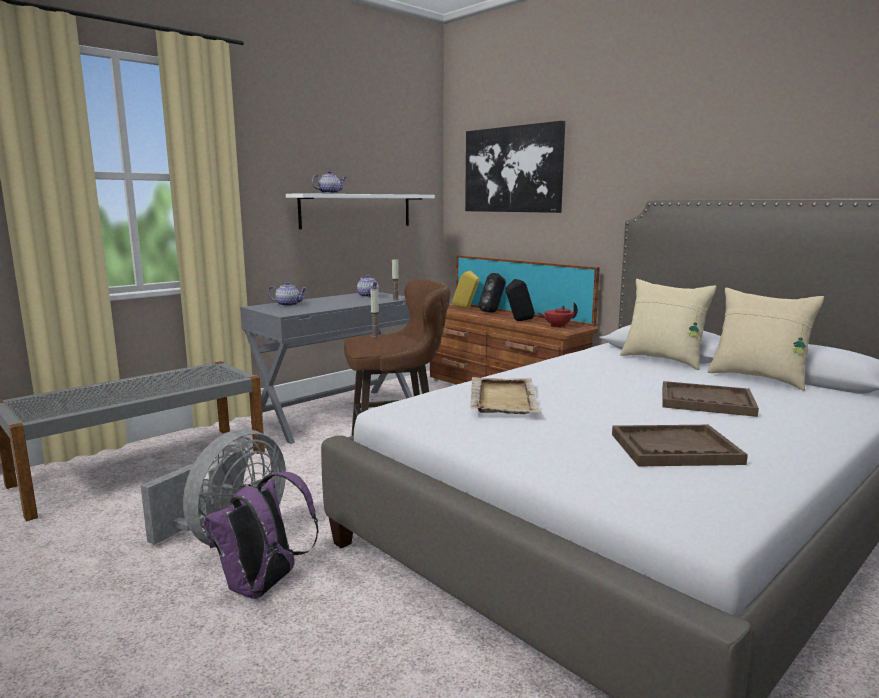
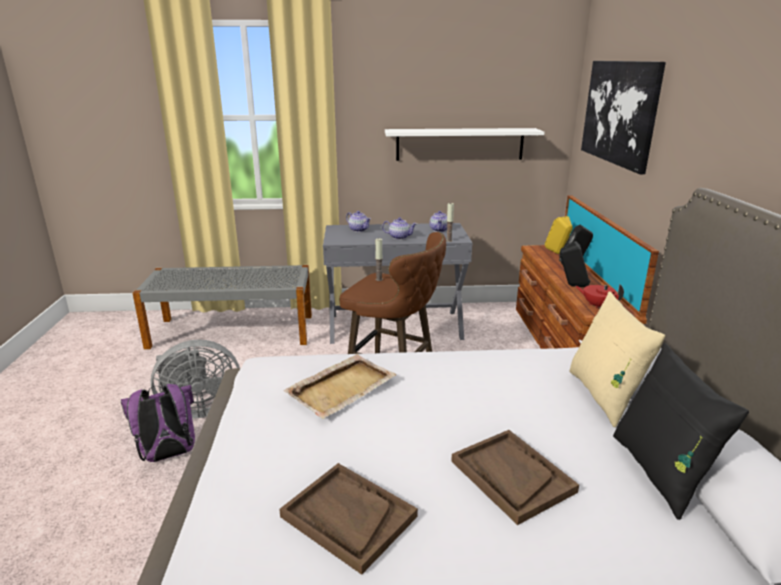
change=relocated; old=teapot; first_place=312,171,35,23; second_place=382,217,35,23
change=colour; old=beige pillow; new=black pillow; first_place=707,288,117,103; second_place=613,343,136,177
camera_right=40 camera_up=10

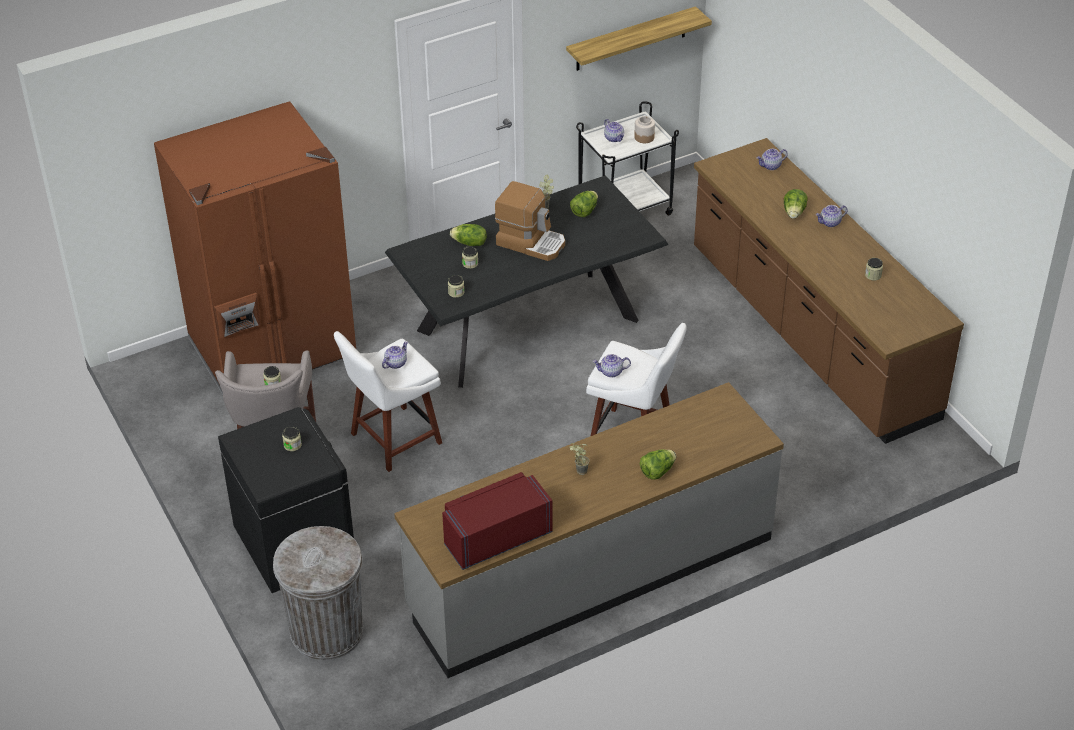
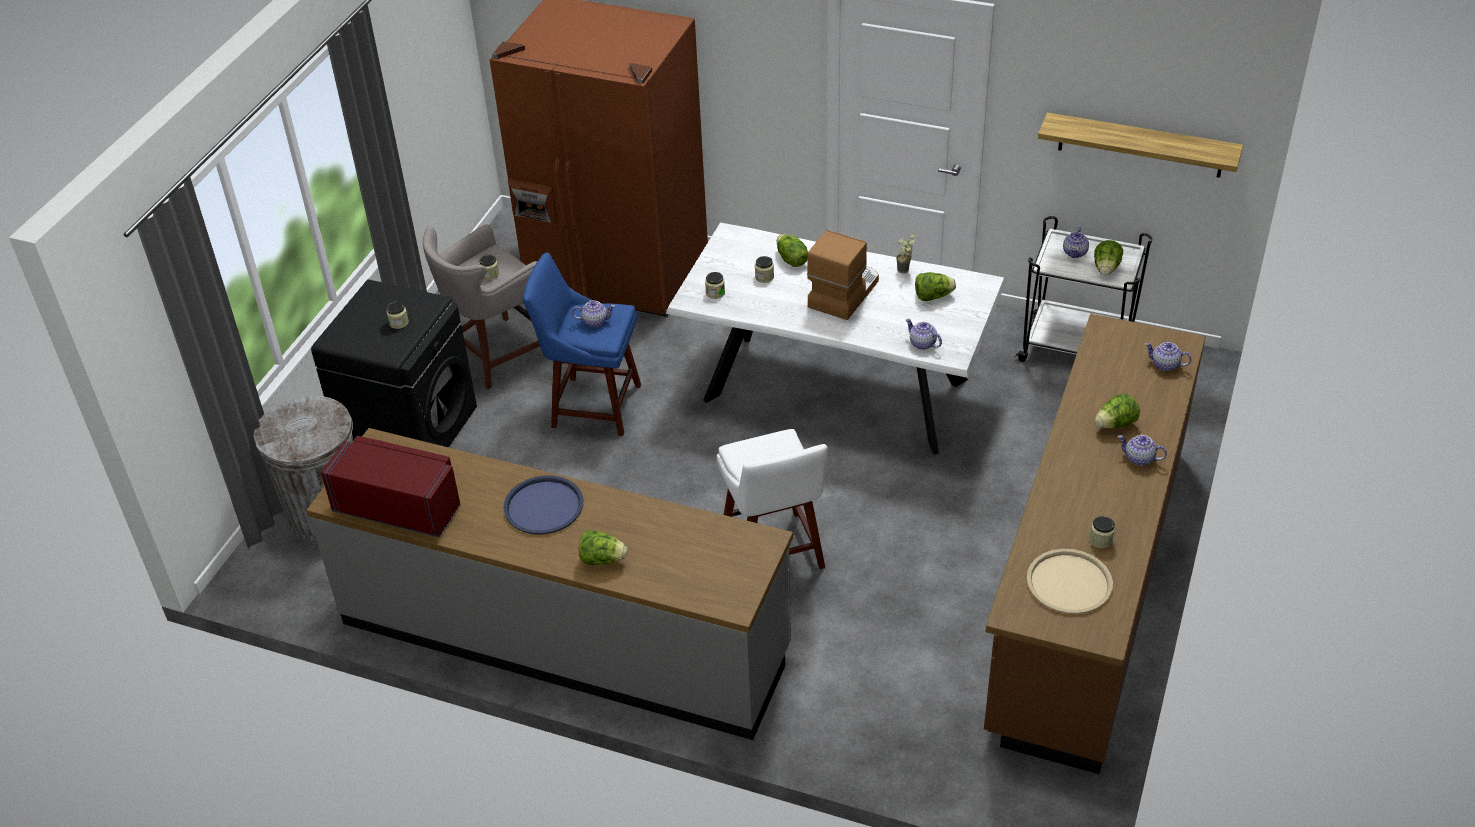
change=appeared; new=beige tray; second_place=1027,549,86,65
change=relocated; old=teapot; first_place=593,354,38,24; second_place=906,319,36,31
change=exchanged; old=potted plant; new=blue tray; first_place=570,443,19,32; second_place=503,475,80,60
change=exchanged; old=jar; new=lettuce; first_place=634,116,21,27; second_place=1094,240,29,35
change=colour; old=white stool; new=blue stool; first_place=334,331,108,141; second_place=523,252,118,184
change=colour; old=black dining table; new=white dining table; first_place=385,175,283,213; second_place=665,223,341,232
change=spun; old=coffee machine; first_place=495,181,70,80; second_place=807,230,72,90; degrees=-135
camera_right=50 camera_up=0

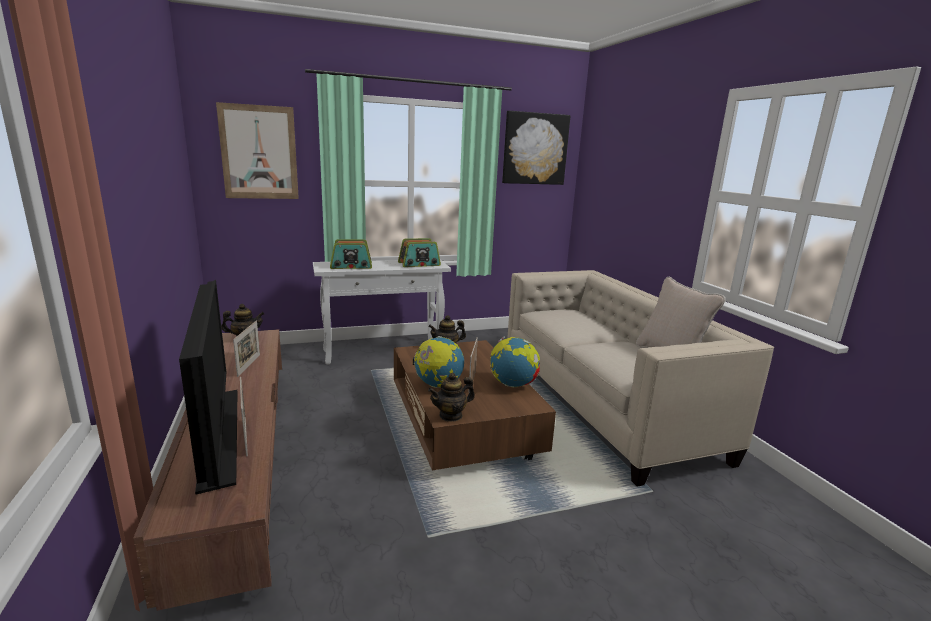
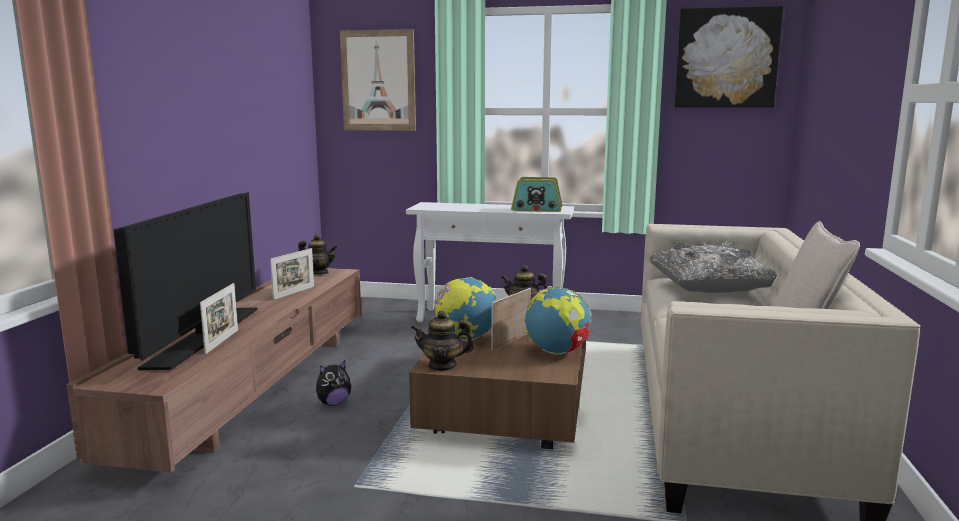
change=missing; old=radio; first_place=330,239,42,30
change=appeared; new=plush toy; second_place=316,361,35,45
change=appeared; new=grey pillow; second_place=649,240,128,53
camera_right=30 camera_up=-5

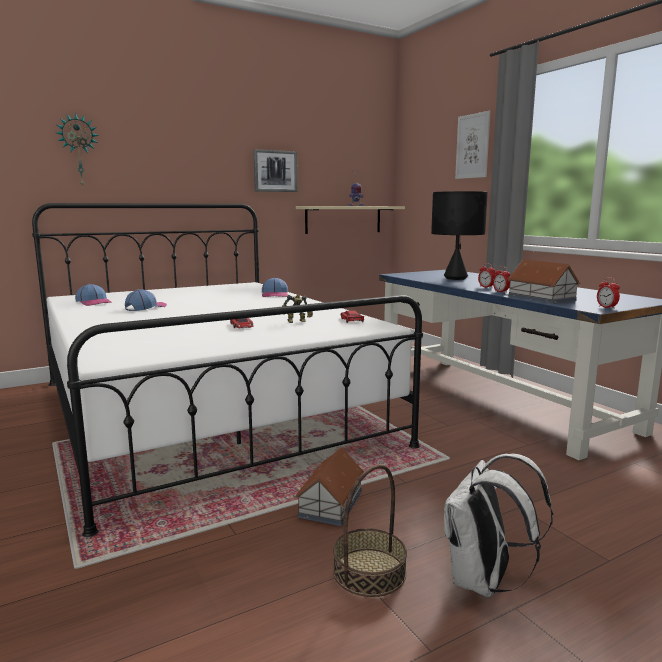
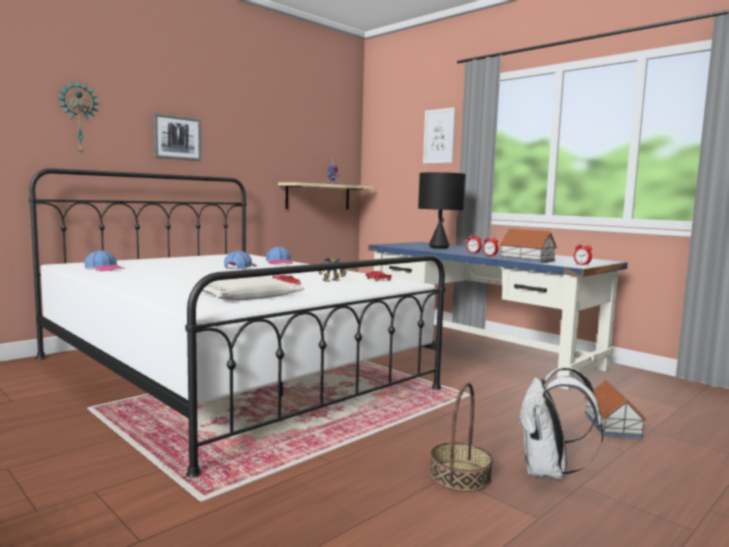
change=appeared; new=white pillow; second_place=192,277,112,24
change=relocated; old=cap; first_place=125,289,42,22; second_place=224,250,33,19
change=relocated; old=picture; first_place=253,149,44,43; second_place=153,113,48,48
change=relocated; old=toy house; first_place=295,447,69,79; second_place=584,380,63,59
camera_right=-15 camera_up=-5

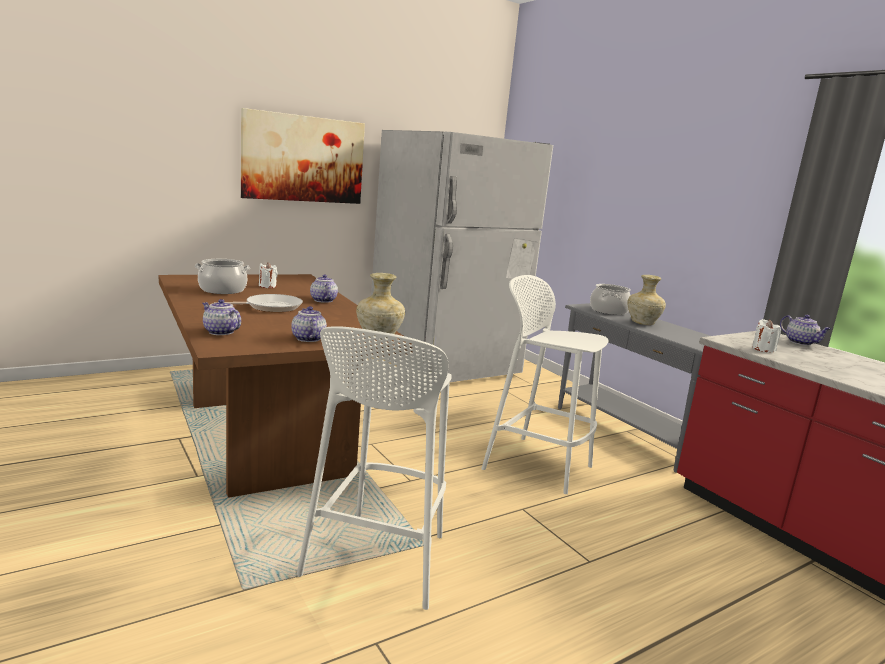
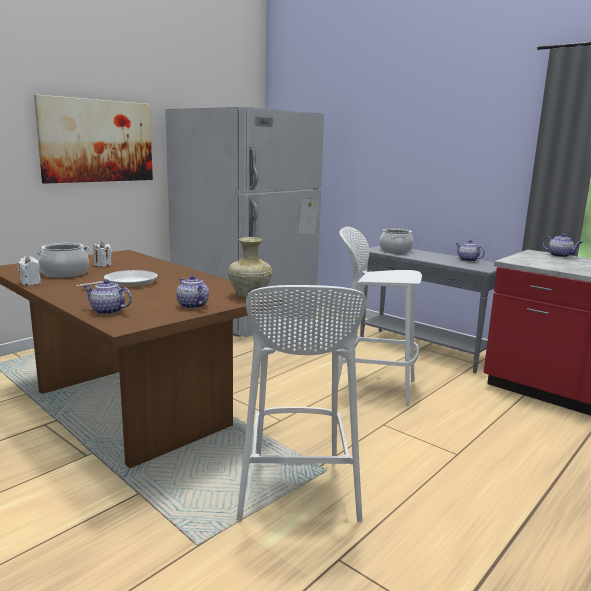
change=missing; old=beige vase; first_place=627,275,39,50
change=relocated; old=teapot; first_place=310,274,28,29; second_place=455,240,30,22
change=relocated; old=white candle; first_place=752,319,29,34; second_place=17,256,24,30
camera_right=-15 camera_up=0

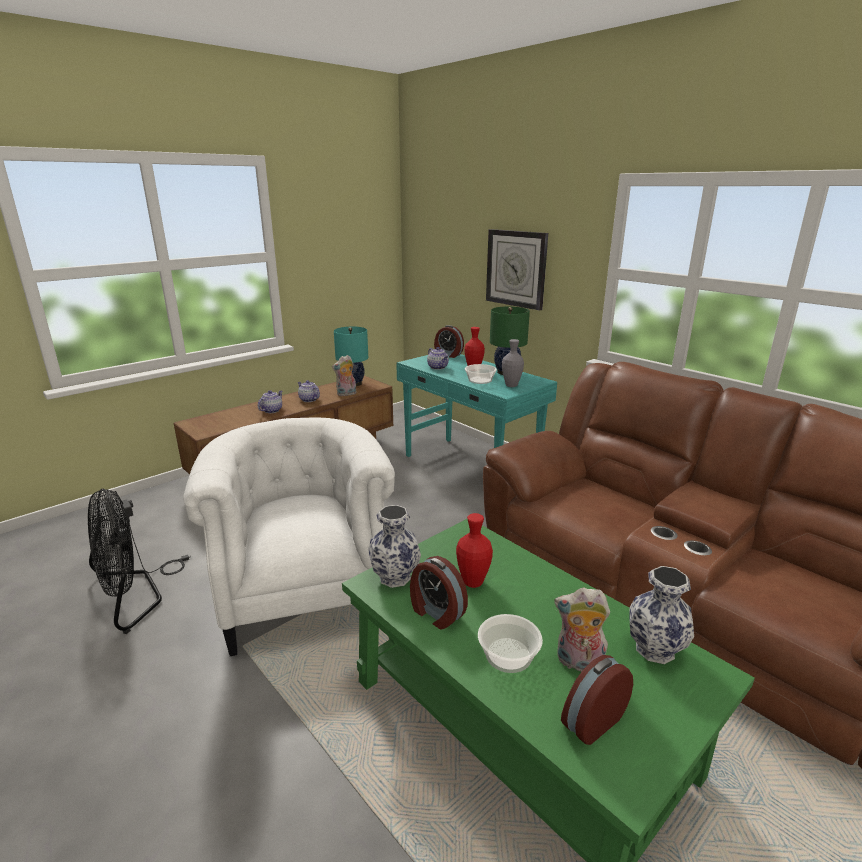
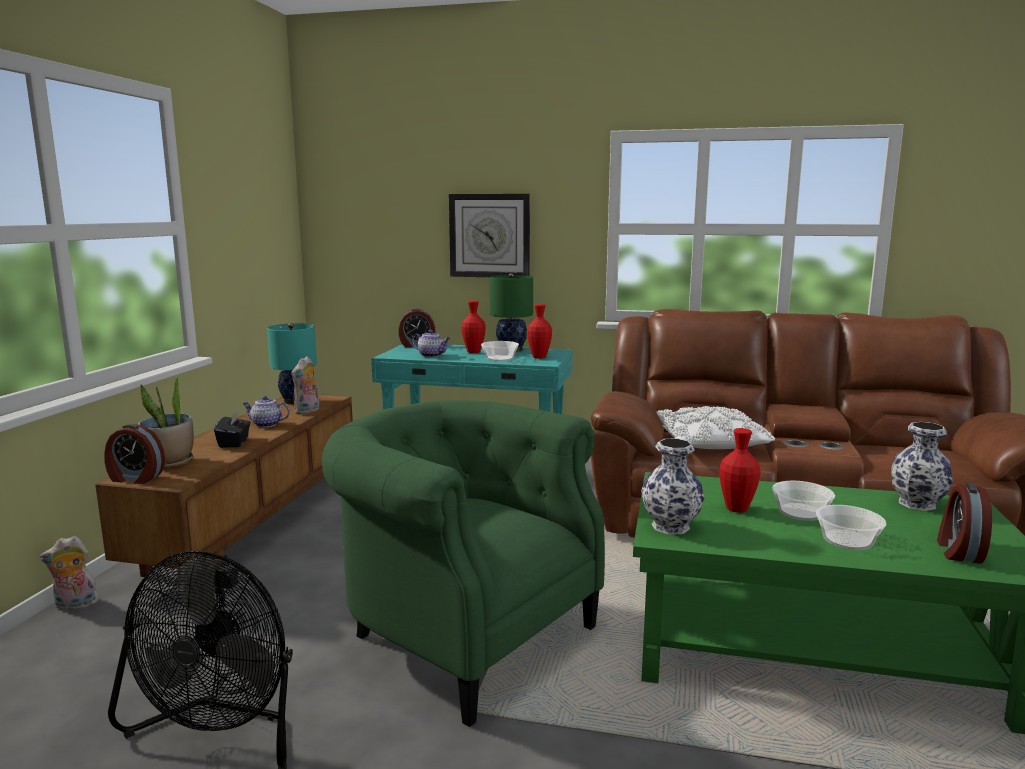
change=appeared; new=potted plant; second_place=138,375,56,93
change=appeared; new=white pillow; second_place=656,406,119,43
change=appeared; new=bowl; second_place=772,481,63,40
change=relocated; old=alarm clock; first_place=410,556,58,74; second_place=104,424,61,60
change=relocated; old=plush toy; first_place=554,588,56,84; second_place=40,536,59,75
change=exchanged; old=teapot; new=black tissue box; first_place=258,390,25,23; second_place=214,410,37,38
change=colour; old=white armchair; new=green armchair; first_place=183,418,212,238; second_place=322,400,283,327
change=colour; old=grey vase; new=red vase; first_place=502,339,22,48; second_place=527,304,25,55
camera_right=-35 camera_up=-10

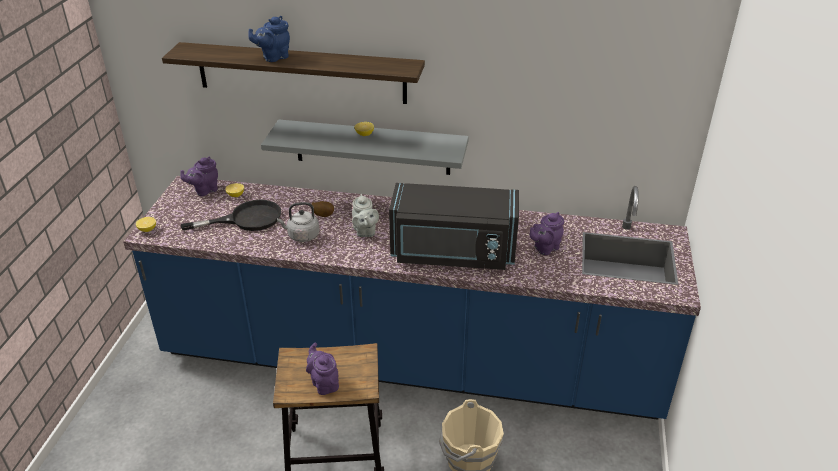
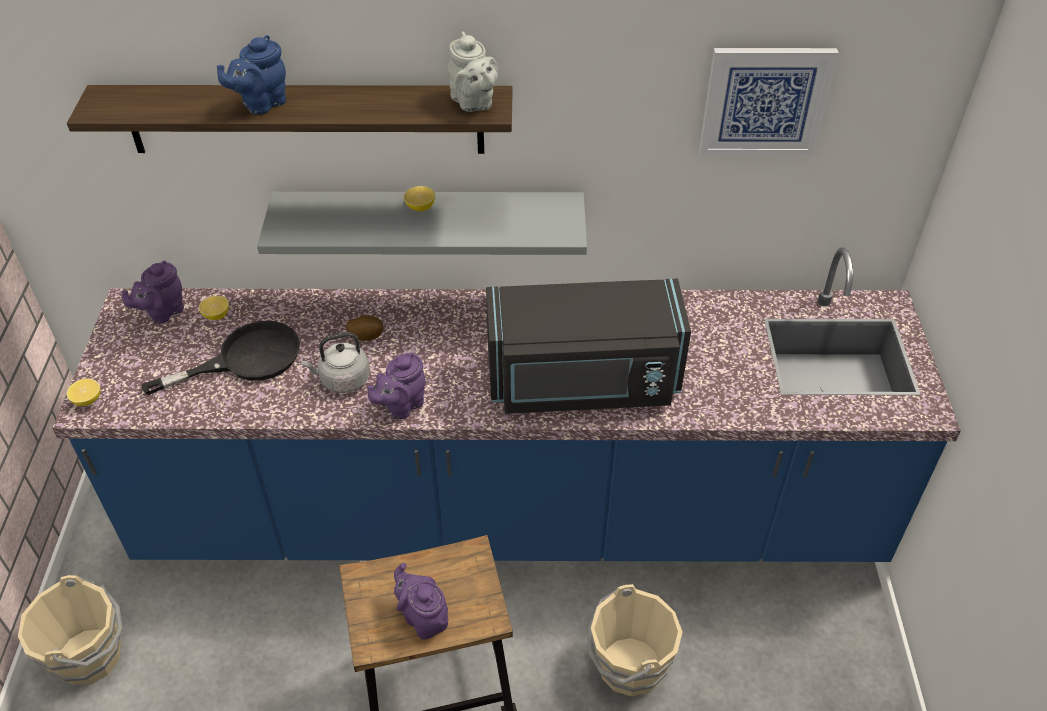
change=appeared; new=beige bucket; second_place=18,575,105,110
change=appeared; new=picture; second_place=699,48,140,108
change=relocated; old=grey teapot; first_place=352,194,27,43; second_place=448,32,50,80
change=relocated; old=purple teapot; first_place=530,212,34,43; second_place=367,353,59,66
camera_right=-10 camera_up=10

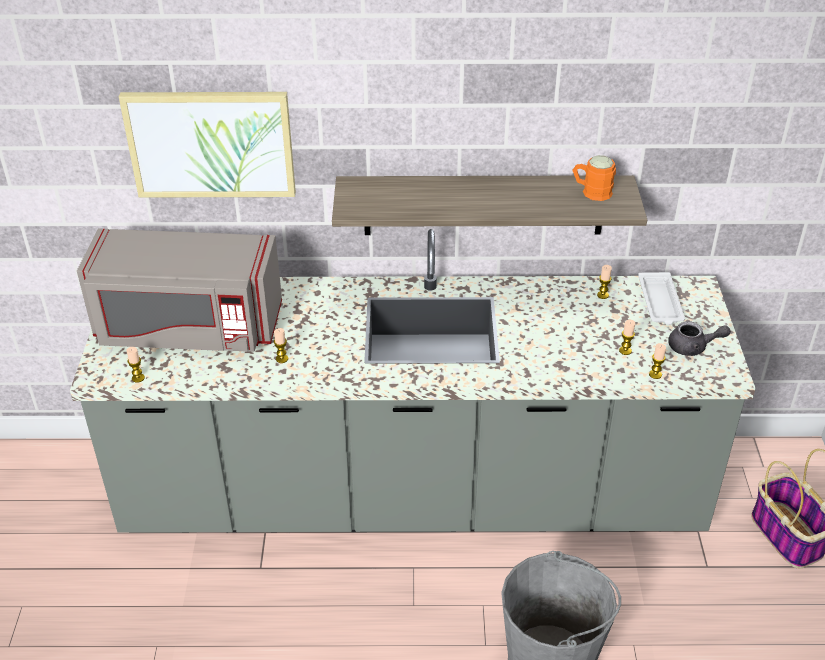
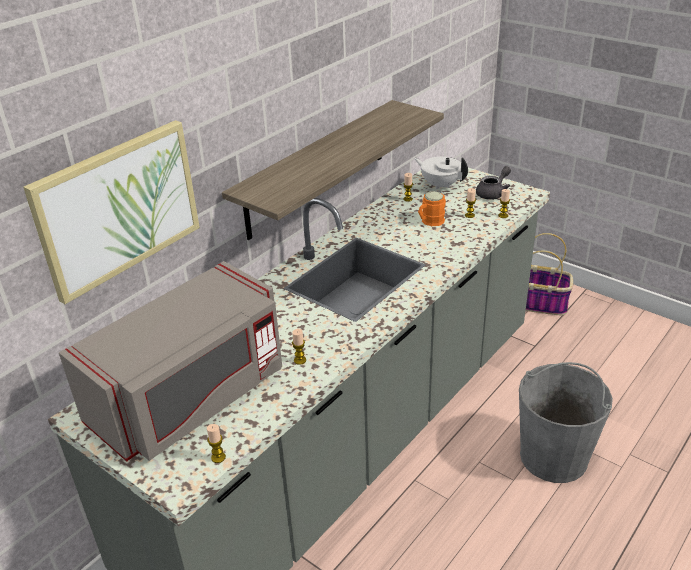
change=relocated; old=orange mug; first_place=573,155,43,46; second_place=418,191,28,35
change=exchanged; old=white tray; new=white teapot; first_place=638,272,47,53; second_place=414,157,54,33
camera_right=-50 camera_up=-5

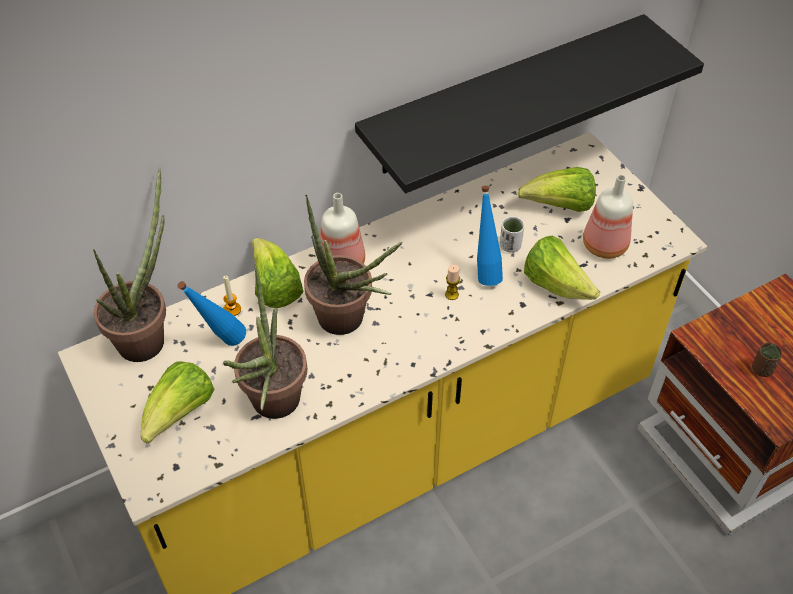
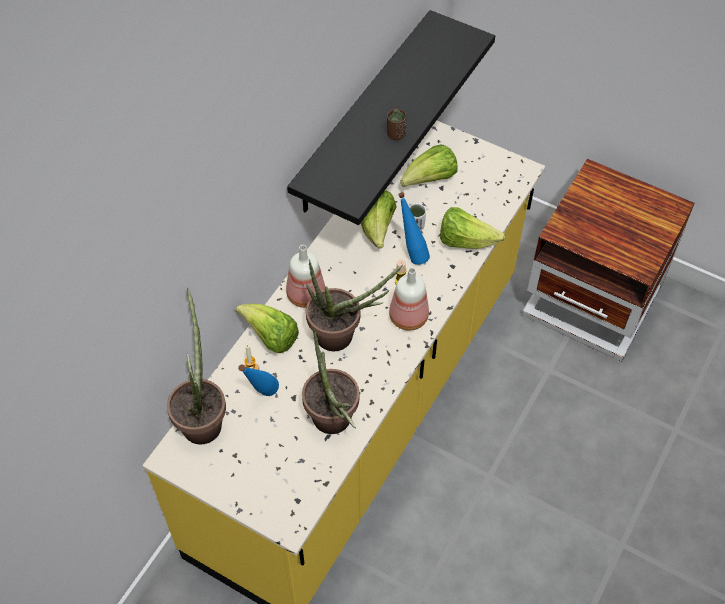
change=relocated; old=lettuce; first_place=141,361,74,83; second_place=361,190,36,58
change=relocated; old=bottle; first_place=583,175,50,84; second_place=389,268,40,63
change=relocated; old=brown cup; first_place=752,343,30,34; second_place=387,109,19,31
camera_right=-30 camera_up=5

